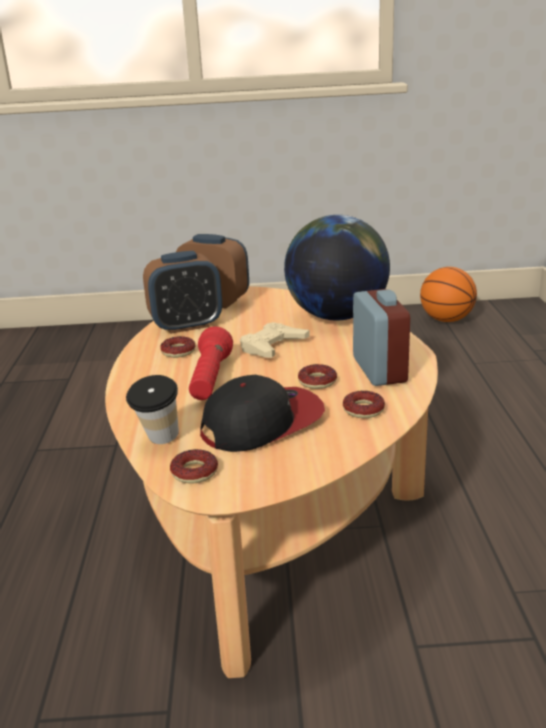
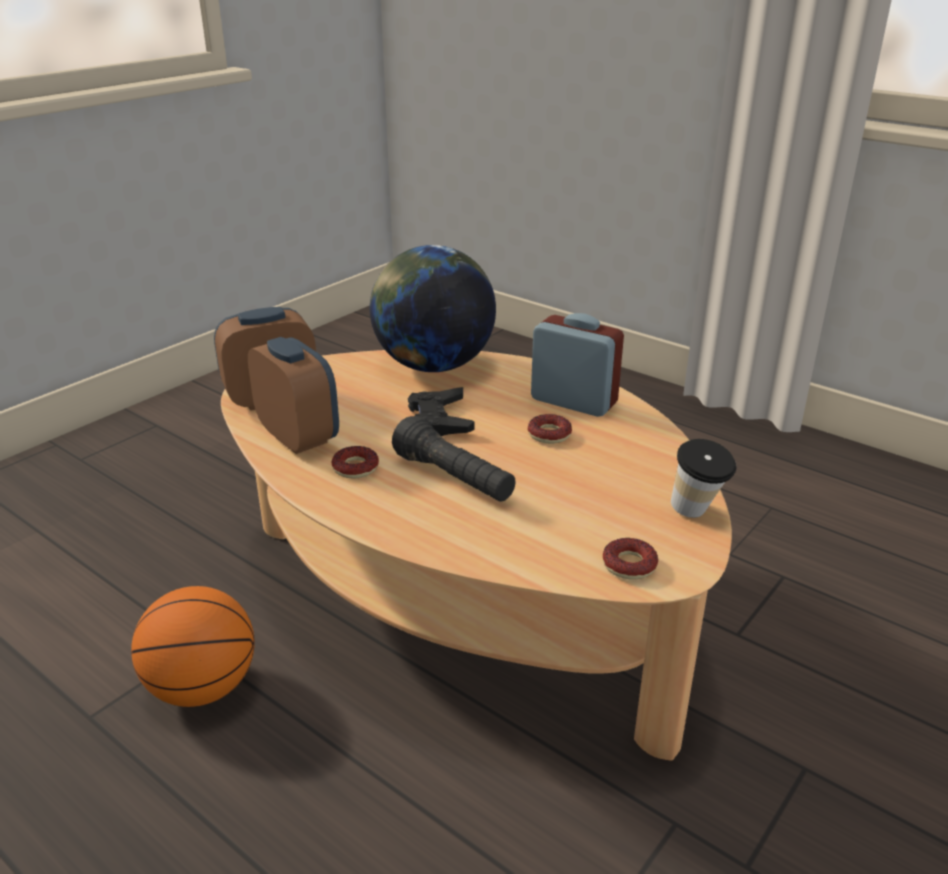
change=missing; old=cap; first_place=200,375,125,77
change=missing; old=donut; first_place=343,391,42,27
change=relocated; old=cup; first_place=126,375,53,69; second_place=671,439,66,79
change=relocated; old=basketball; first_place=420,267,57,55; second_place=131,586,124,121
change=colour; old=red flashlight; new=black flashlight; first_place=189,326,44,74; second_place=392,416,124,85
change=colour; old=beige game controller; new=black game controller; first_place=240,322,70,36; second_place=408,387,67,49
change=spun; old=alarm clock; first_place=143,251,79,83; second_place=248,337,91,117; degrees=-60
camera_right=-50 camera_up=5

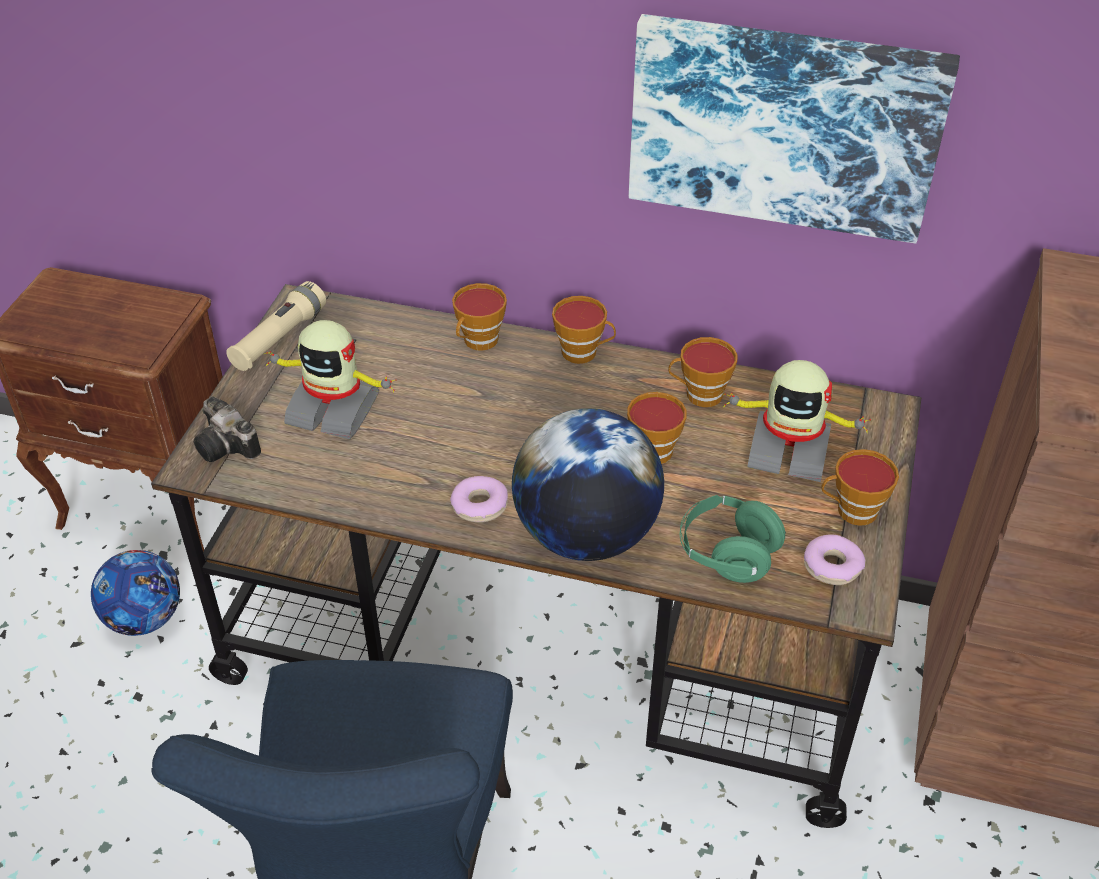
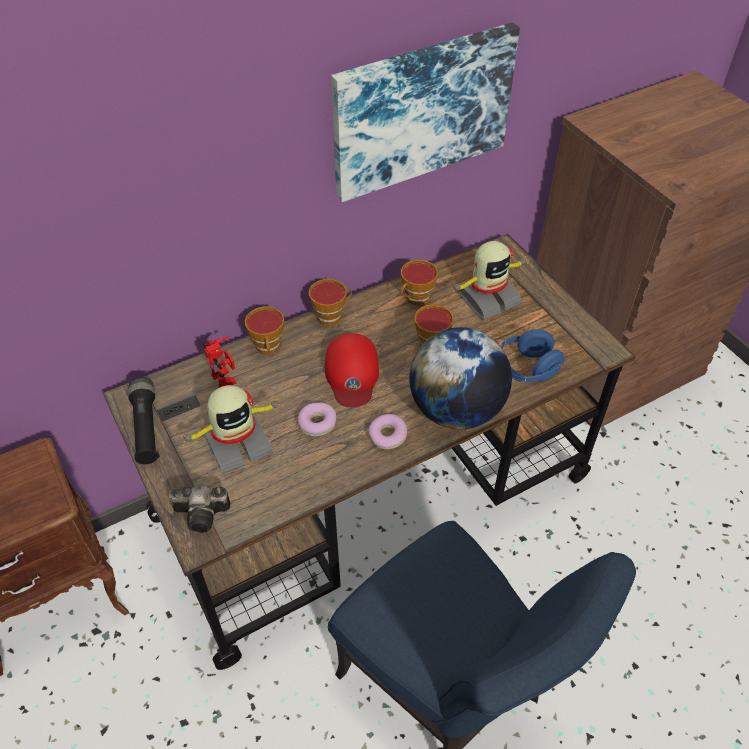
change=missing; old=football; first_place=91,550,89,86
change=missing; old=cup; first_place=821,449,78,77
change=appeared; new=toy robot; second_place=203,336,33,51
change=appeared; new=red cap; second_place=325,333,54,75
change=relocated; old=donut; first_place=804,535,61,50; second_place=298,403,38,33
change=colour; old=beige flashlight; new=black flashlight; first_place=226,281,100,90; second_place=128,377,32,87
change=colour; old=green headphones; new=blue headphones; first_place=680,495,106,88; second_place=501,329,64,53
camera_right=-45 camera_up=5

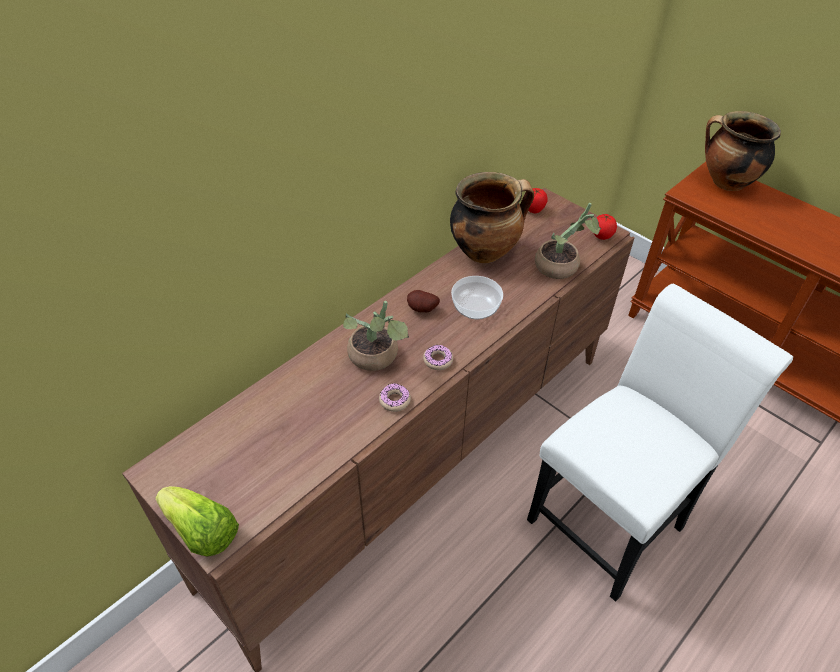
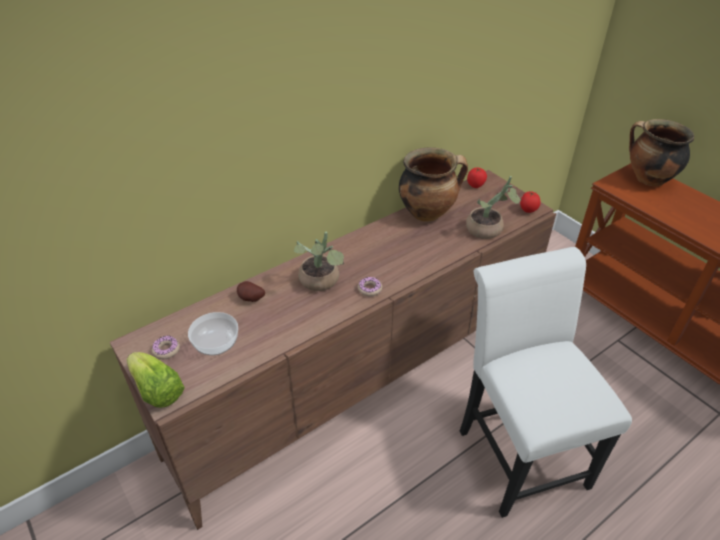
change=relocated; old=donut; first_place=379,383,32,29; second_place=152,335,28,24
change=relocated; old=potato; first_place=407,290,33,22; second_place=237,281,28,21
change=relocated; old=bowl; first_place=451,276,52,43; second_place=188,312,50,43
change=spun; old=white chair; first_place=527,284,266,318; second_place=460,247,172,271; degrees=-75
camera_right=10 camera_up=-5

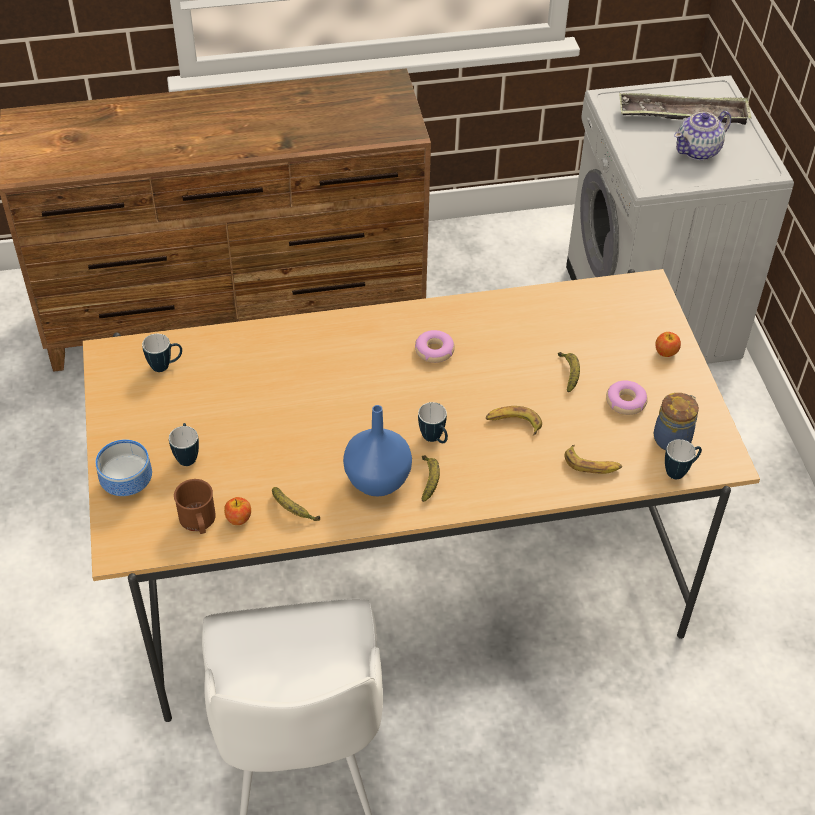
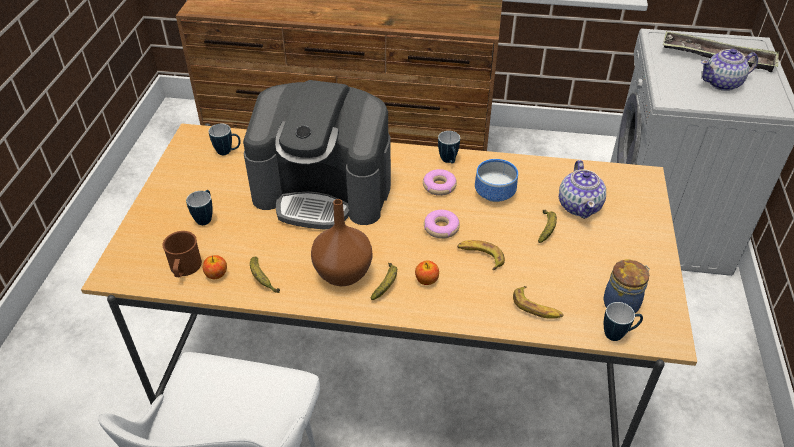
change=appeared; new=coffee machine; second_place=243,80,148,150
change=appeared; new=teapot; second_place=559,160,47,59
change=relocated; old=bowl; first_place=95,439,57,57; second_place=475,159,43,43
change=relocated; old=mug; first_place=418,402,30,41; second_place=438,131,22,33
change=relocated; old=donut; first_place=606,380,42,35; second_place=424,210,36,29
change=relocated; old=apple; first_place=655,332,26,25; second_place=415,260,24,25
change=colour; old=blue vase; new=brown vase; first_place=343,405,69,92; second_place=311,199,61,87
camera_right=20 camera_up=-5

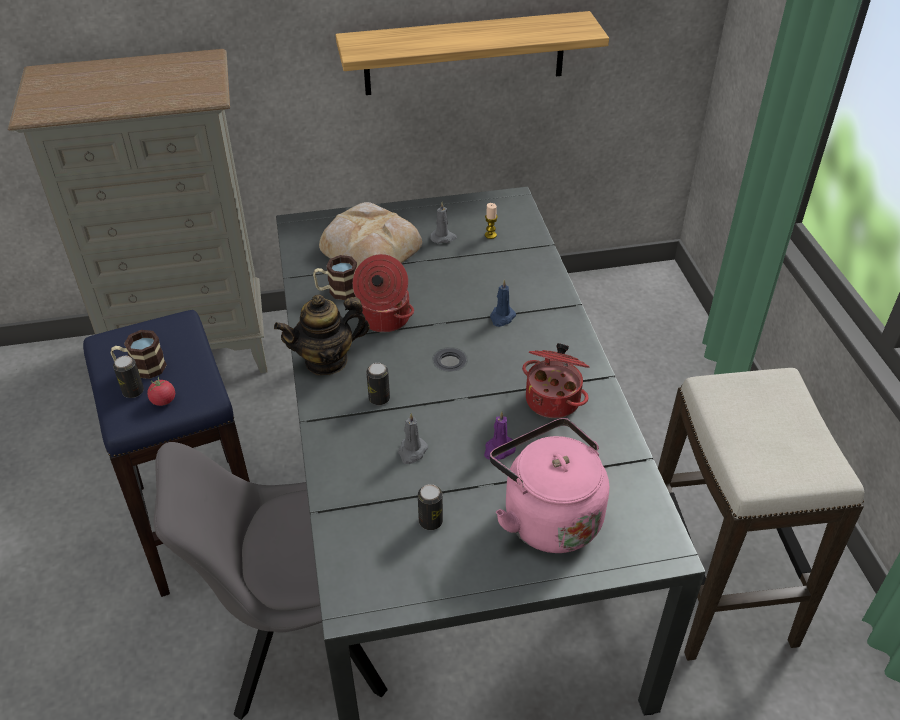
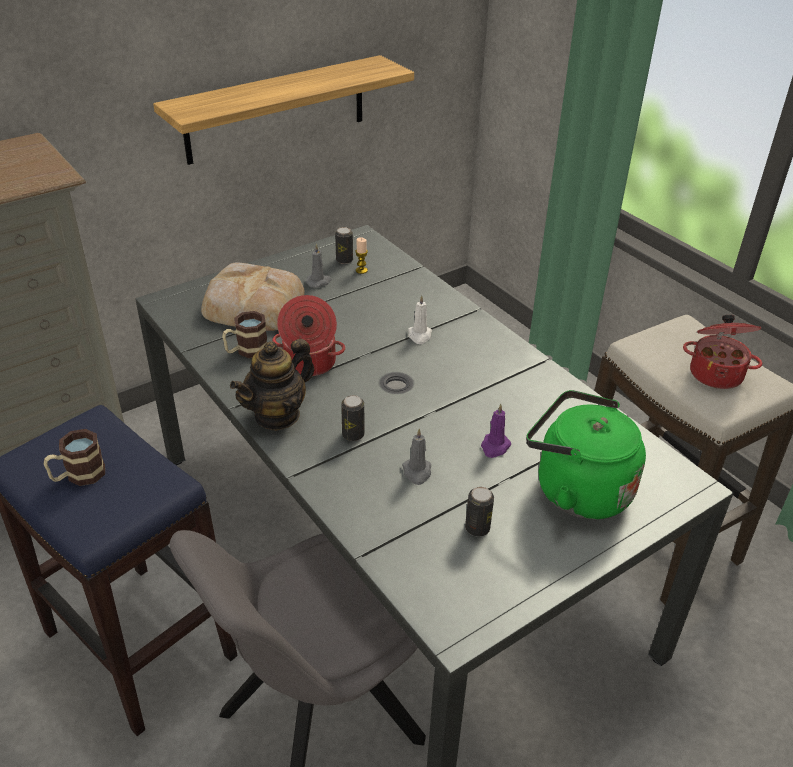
change=missing; old=tomato; first_place=147,376,28,30
change=relocated; old=can; first_place=113,356,31,42; second_place=335,227,18,37
change=relocated; old=cooking pot; first_place=522,343,68,75; second_place=683,315,79,74
change=colour; old=blue candle; new=white candle; first_place=490,279,26,48; second_place=408,295,24,49
change=colour; old=pink kettle; new=green kettle; first_place=490,418,119,135; second_place=526,390,120,130
camera_right=-25 camera_up=-5

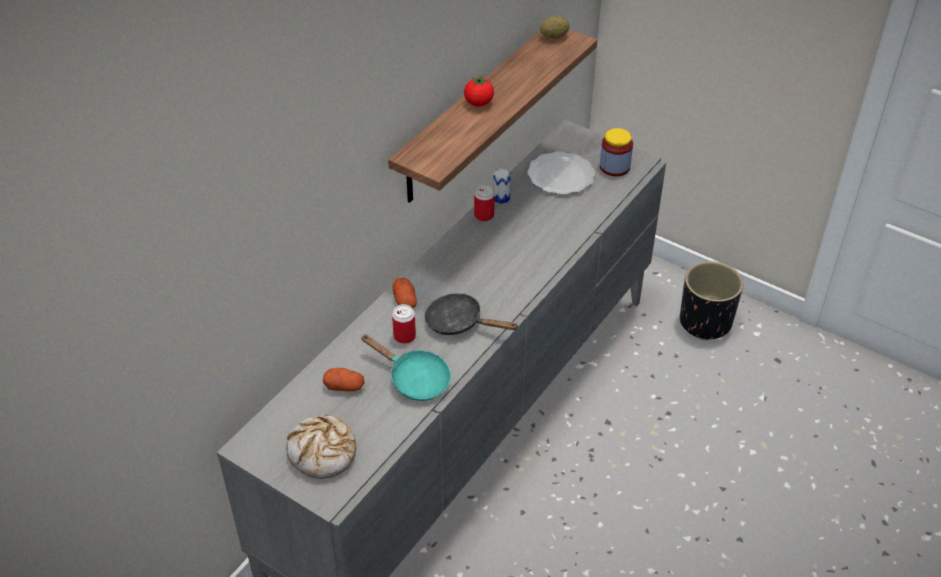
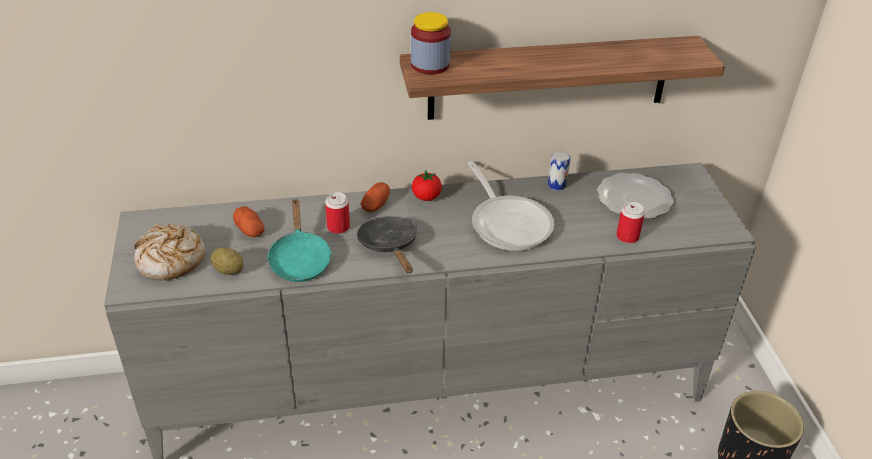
change=appeared; new=frying pan; second_place=468,161,86,90
change=relocated; old=tomato; first_place=464,75,30,31; second_place=412,170,30,31
change=relocated; old=can; first_place=474,185,21,37; second_place=616,202,29,41
change=relocated; old=potato; first_place=540,15,30,23; second_place=211,248,33,27
change=relocated; old=jar; first_place=600,128,33,48; second_place=411,12,40,62
camera_right=45 camera_up=-5

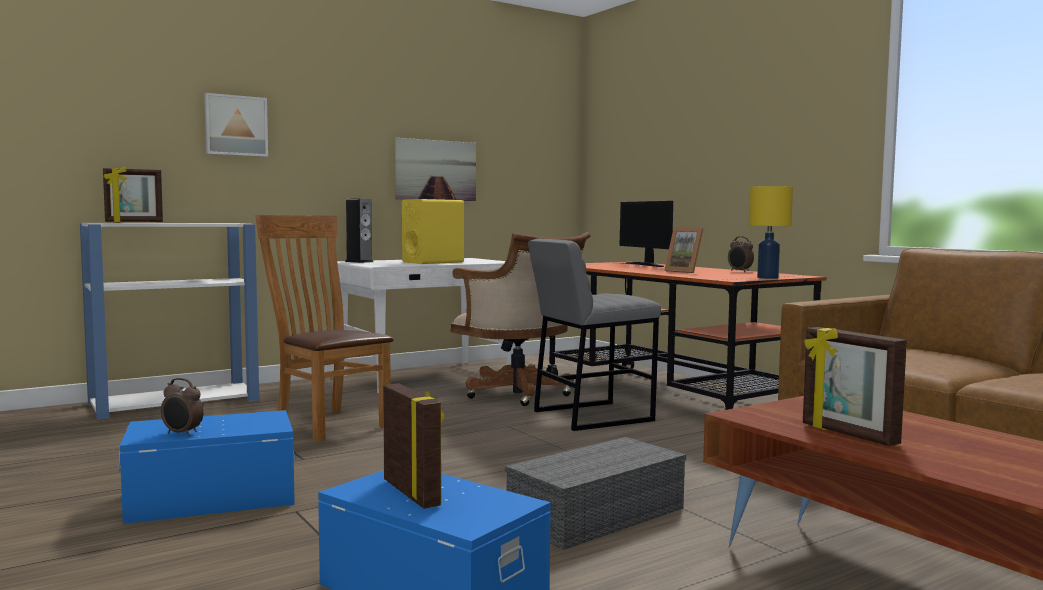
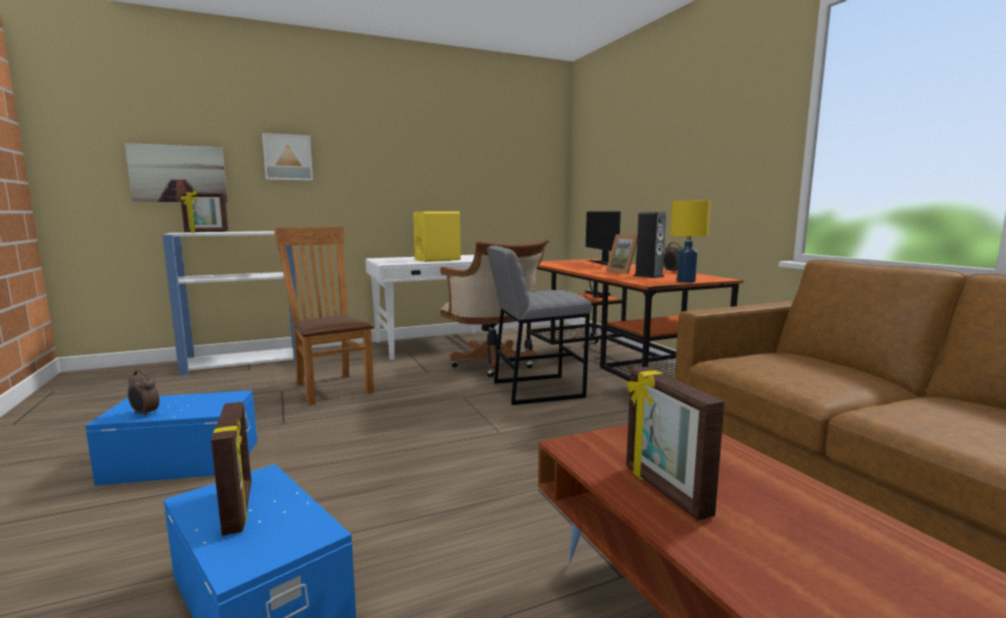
change=missing; old=grey storage box; first_place=505,437,181,113
change=relocated; old=speaker; first_place=345,198,28,65; second_place=634,212,32,66
change=relocated; old=picture; first_place=395,138,81,63; second_place=125,143,103,59
camera_right=10 camera_up=5

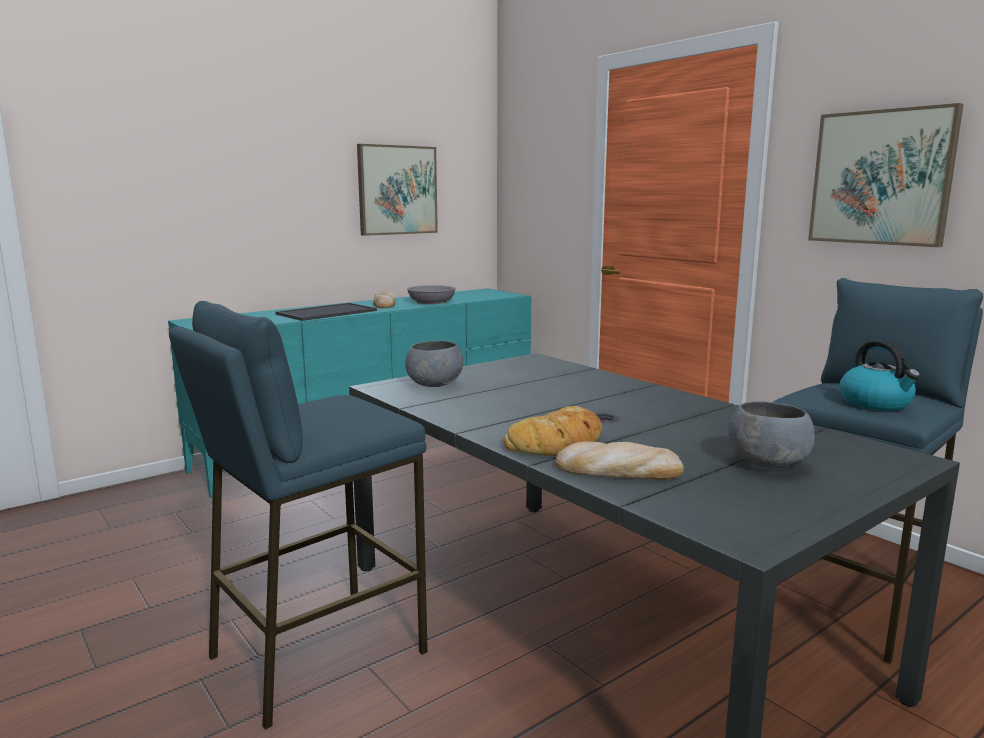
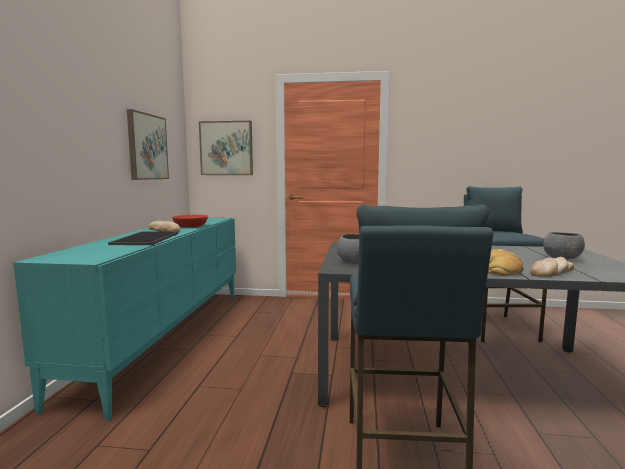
change=missing; old=kettle; first_place=840,340,80,71
change=relocated; old=picture; first_place=808,103,155,144; second_place=199,121,54,54
change=colour; old=grey bowl; new=red bowl; first_place=407,285,49,19; second_place=172,215,36,13
camera_right=-45 camera_up=-5

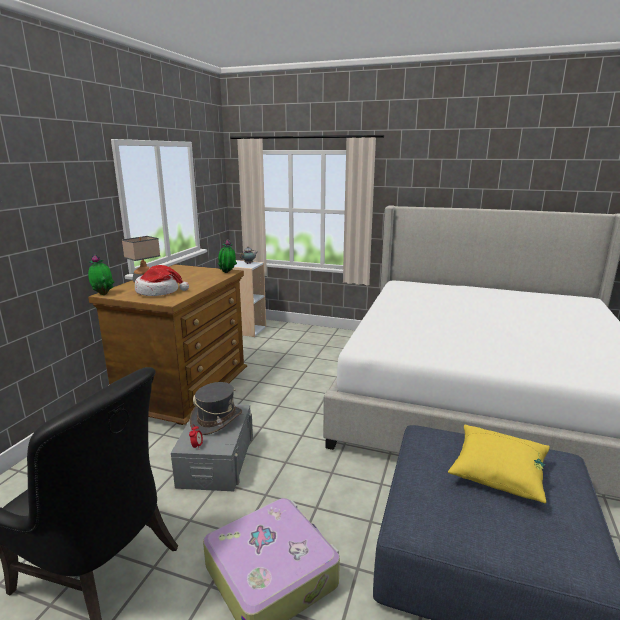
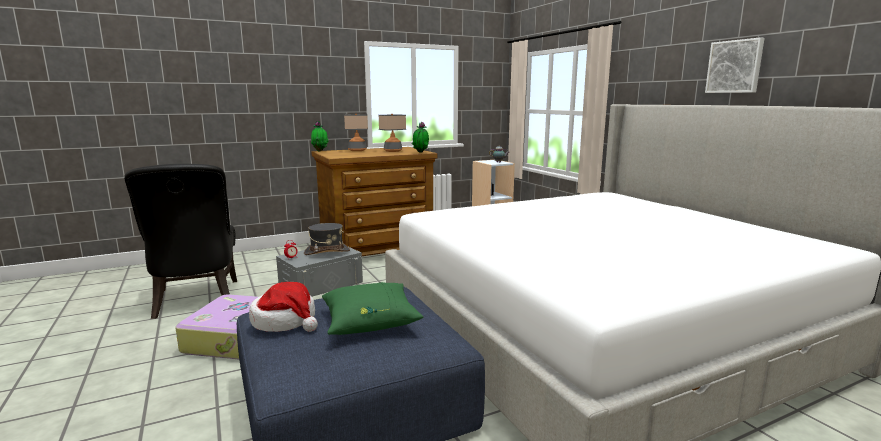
change=appeared; new=table lamp; second_place=378,114,28,38
change=appeared; new=picture; second_place=705,37,59,56
change=relocated; old=hat; first_place=135,265,54,31; second_place=249,282,69,50
change=colour; old=yellow pillow; new=green pillow; first_place=448,425,102,78; second_place=322,282,101,53
camera_right=45 camera_up=-5

